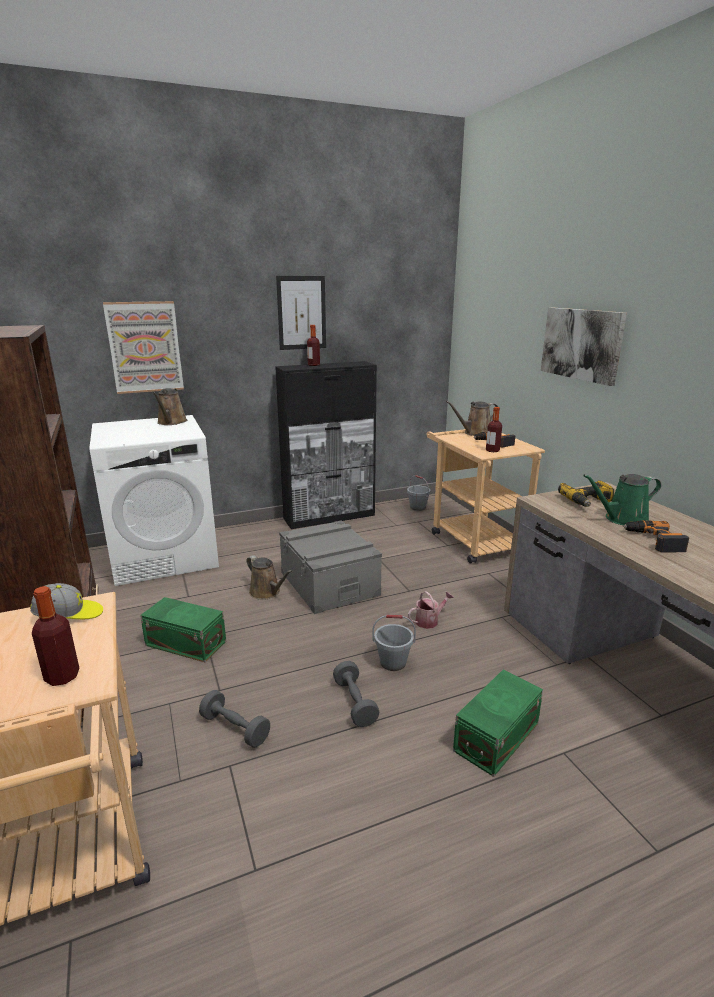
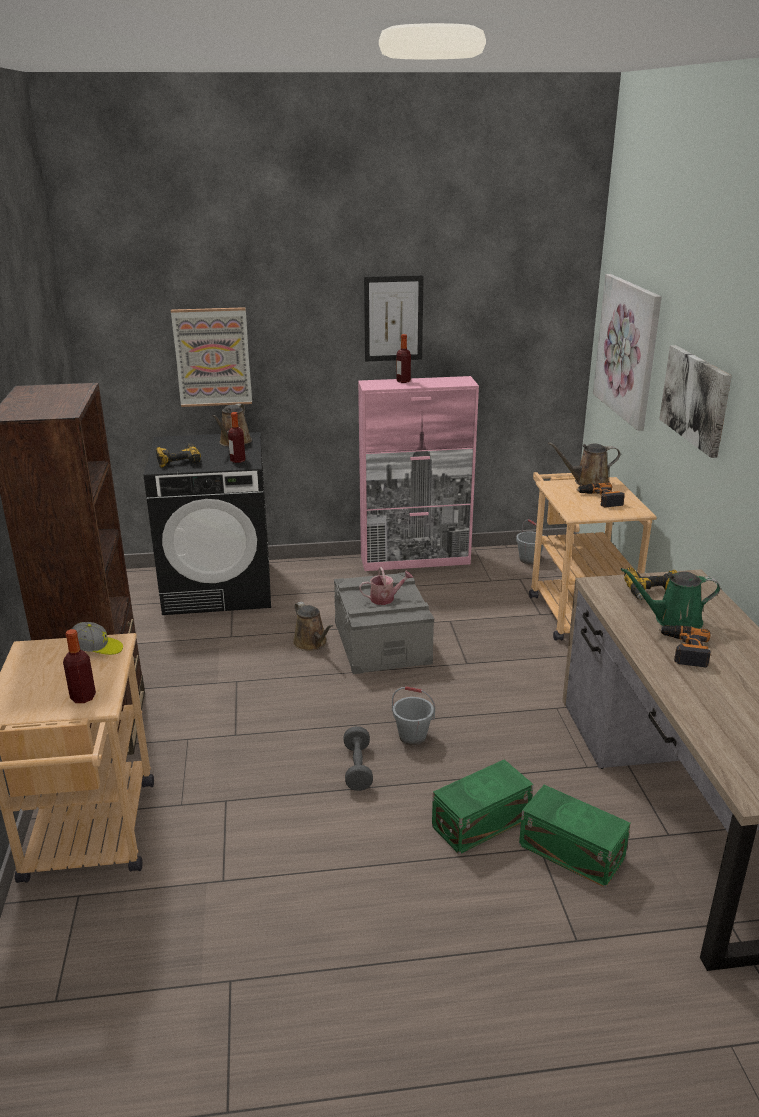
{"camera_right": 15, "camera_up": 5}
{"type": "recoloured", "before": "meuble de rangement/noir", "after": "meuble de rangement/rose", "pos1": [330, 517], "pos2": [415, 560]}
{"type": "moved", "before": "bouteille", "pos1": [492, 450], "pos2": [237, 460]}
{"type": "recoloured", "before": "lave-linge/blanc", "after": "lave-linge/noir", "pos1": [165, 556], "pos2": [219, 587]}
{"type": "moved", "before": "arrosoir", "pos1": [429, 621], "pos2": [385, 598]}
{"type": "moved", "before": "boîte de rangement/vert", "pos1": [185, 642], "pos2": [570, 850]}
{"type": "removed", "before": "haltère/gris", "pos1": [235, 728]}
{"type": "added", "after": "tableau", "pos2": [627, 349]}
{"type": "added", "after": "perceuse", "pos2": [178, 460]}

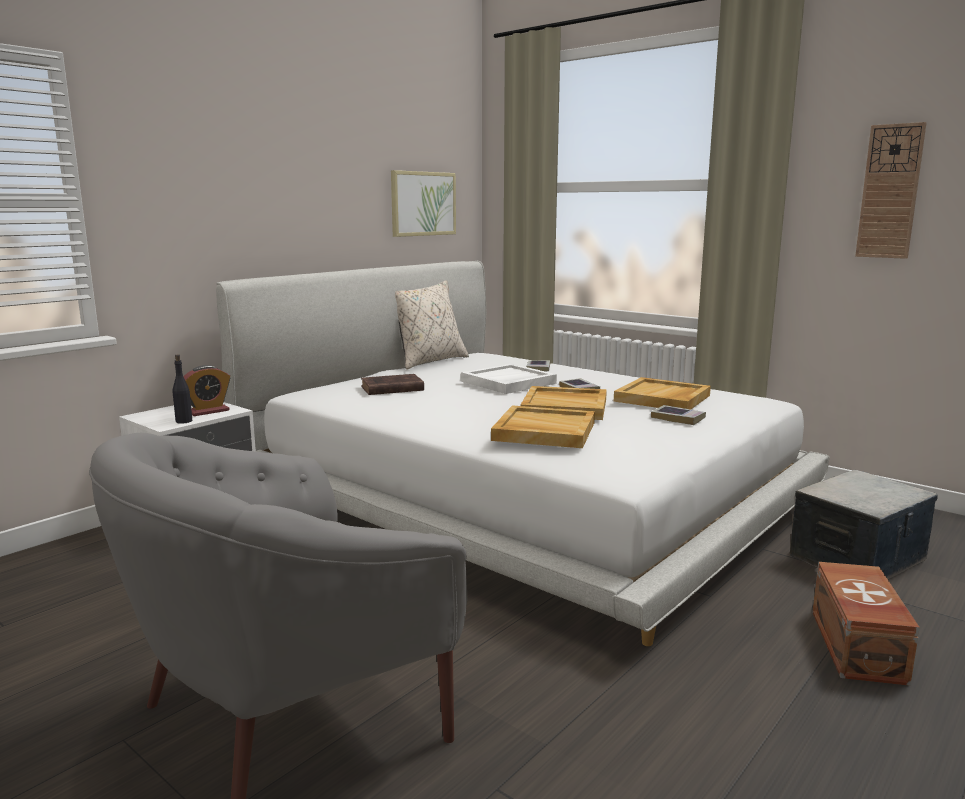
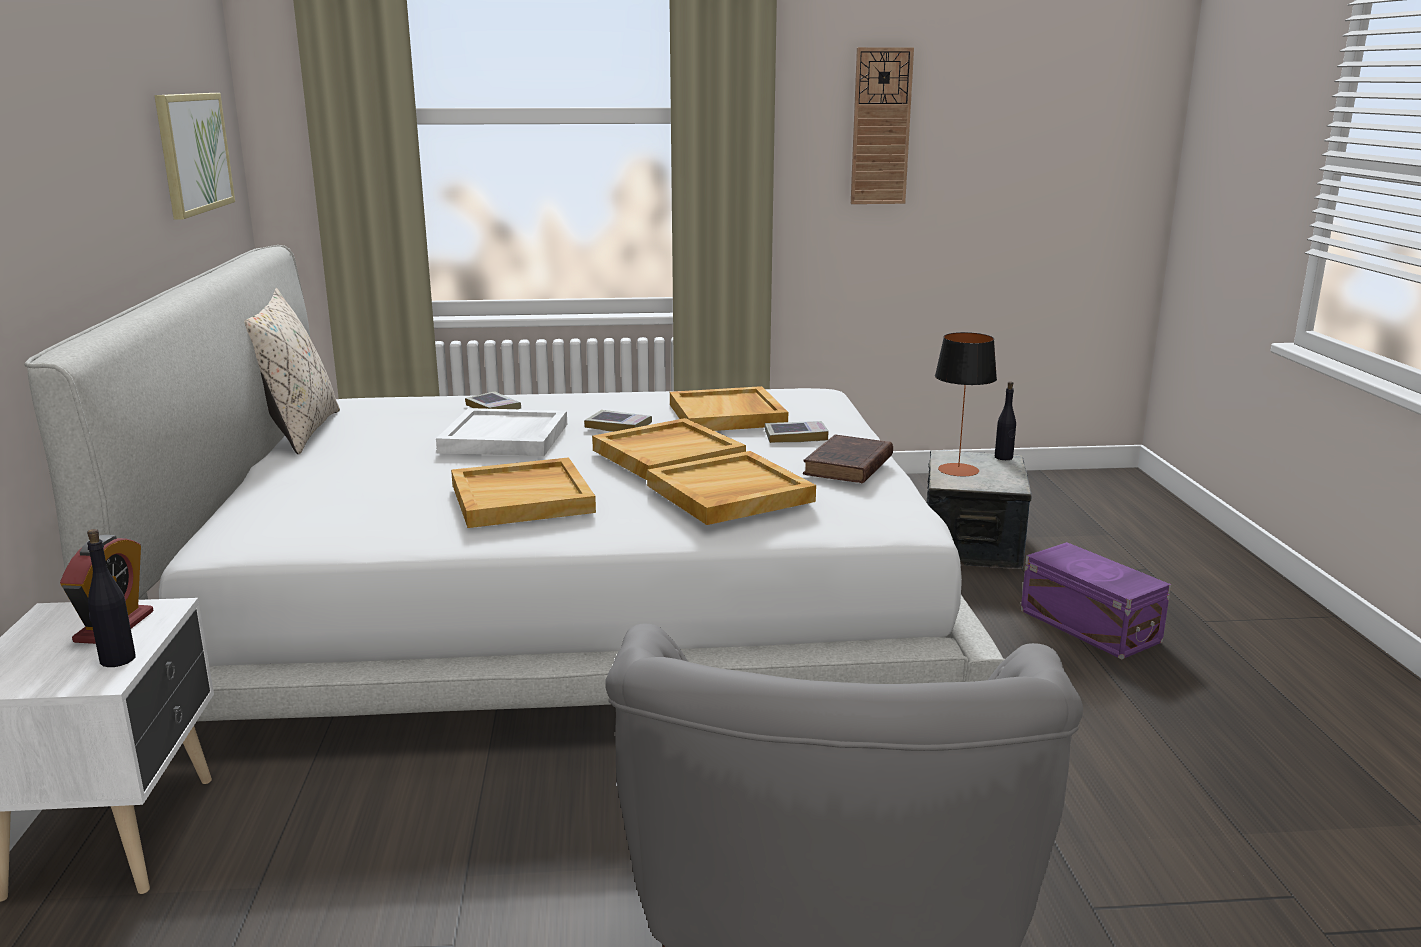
{"camera_right": -45, "camera_up": 5}
{"type": "moved", "before": "livre/marron", "pos1": [390, 389], "pos2": [847, 466]}
{"type": "recoloured", "before": "boîte de rangement/marron", "after": "boîte de rangement/violet", "pos1": [855, 646], "pos2": [1089, 627]}
{"type": "added", "after": "lampe de table", "pos2": [958, 470]}
{"type": "added", "after": "bouteille/noir", "pos2": [1003, 457]}
{"type": "added", "after": "plateau/beige", "pos2": [523, 498]}

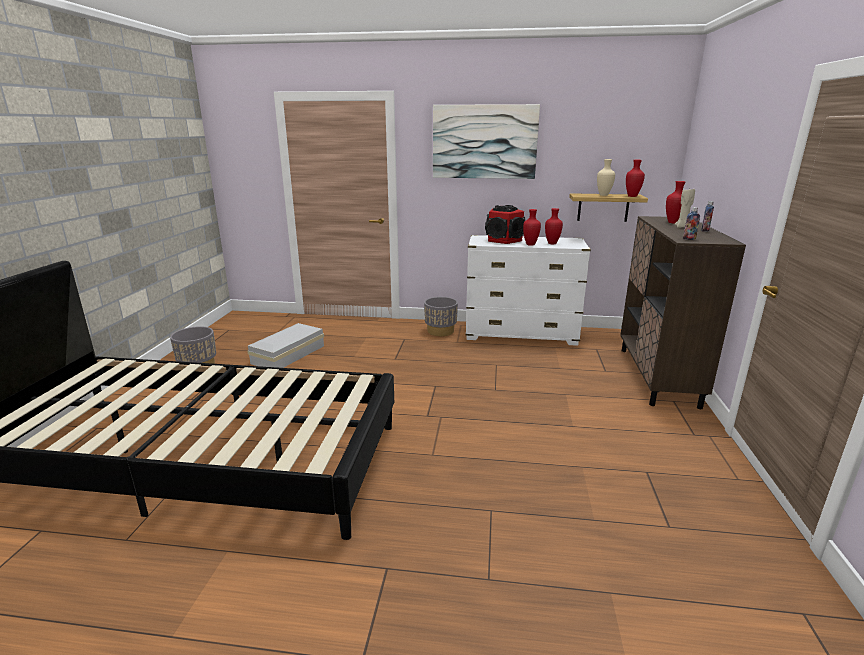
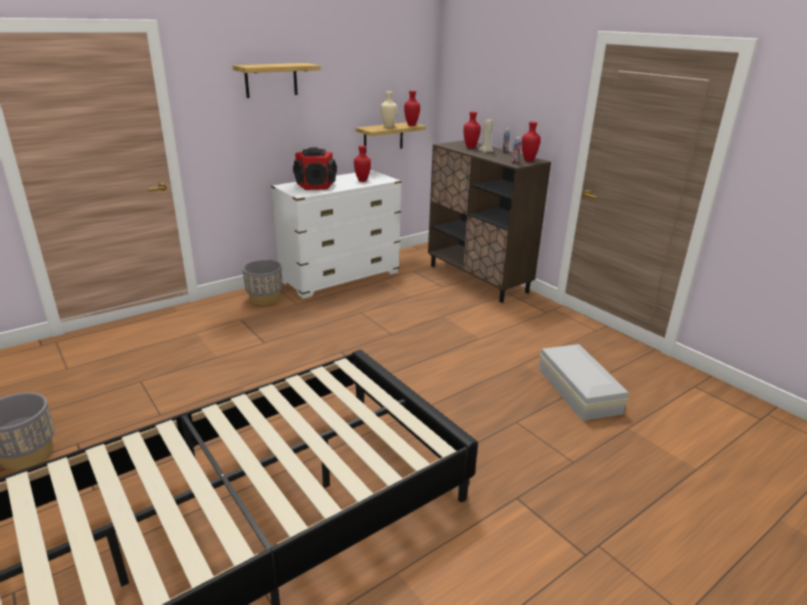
{"camera_right": -45, "camera_up": 5}
{"type": "replaced", "before": "tableau", "after": "étagère", "pos1": [484, 142], "pos2": [271, 80]}
{"type": "moved", "before": "vase/rouge", "pos1": [530, 245], "pos2": [529, 160]}
{"type": "moved", "before": "boîte de rangement/blanc", "pos1": [287, 355], "pos2": [578, 391]}

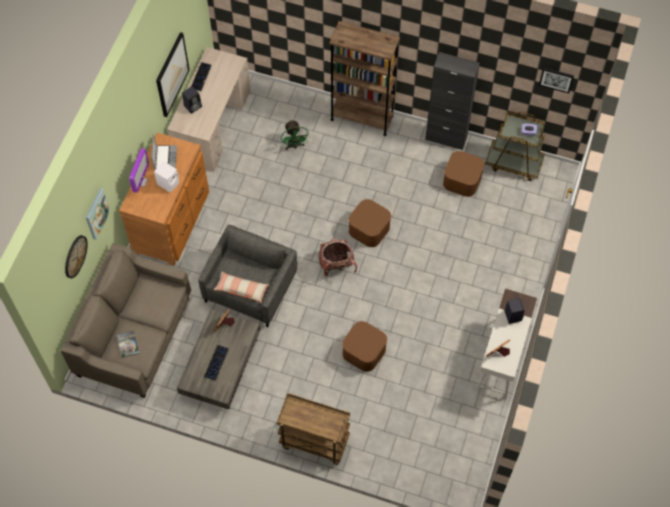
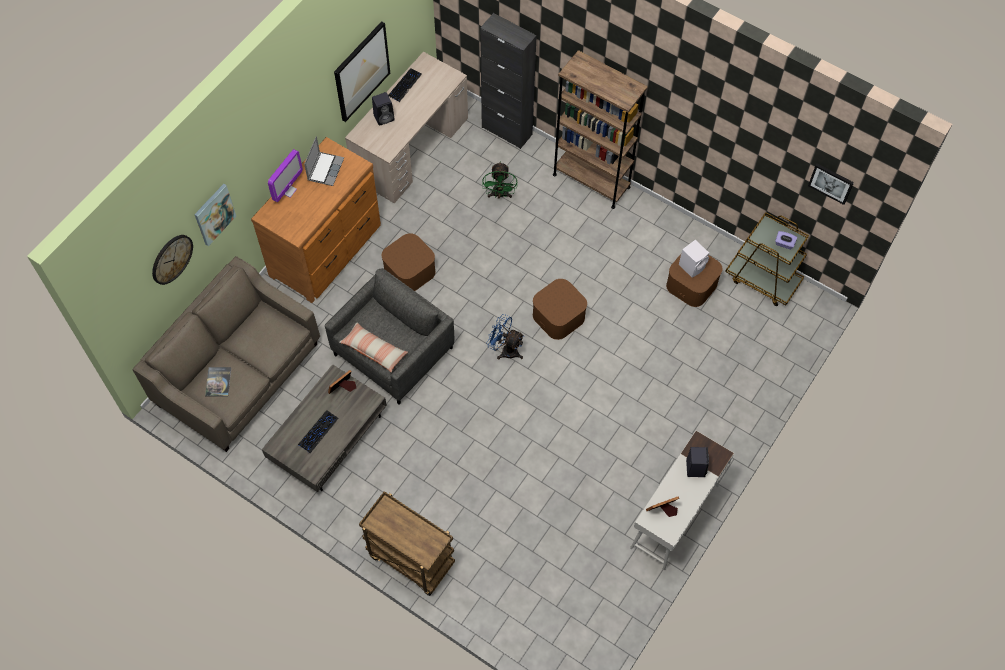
{"camera_right": 15, "camera_up": 0}
{"type": "moved", "before": "meuble de rangement/noir", "pos1": [446, 138], "pos2": [507, 131]}
{"type": "moved", "before": "enceinte/blanc", "pos1": [169, 183], "pos2": [692, 266]}
{"type": "replaced", "before": "sac à dos", "after": "ventilateur/bleu", "pos1": [336, 264], "pos2": [505, 350]}
{"type": "moved", "before": "boîte de rangement/marron", "pos1": [364, 351], "pos2": [410, 271]}

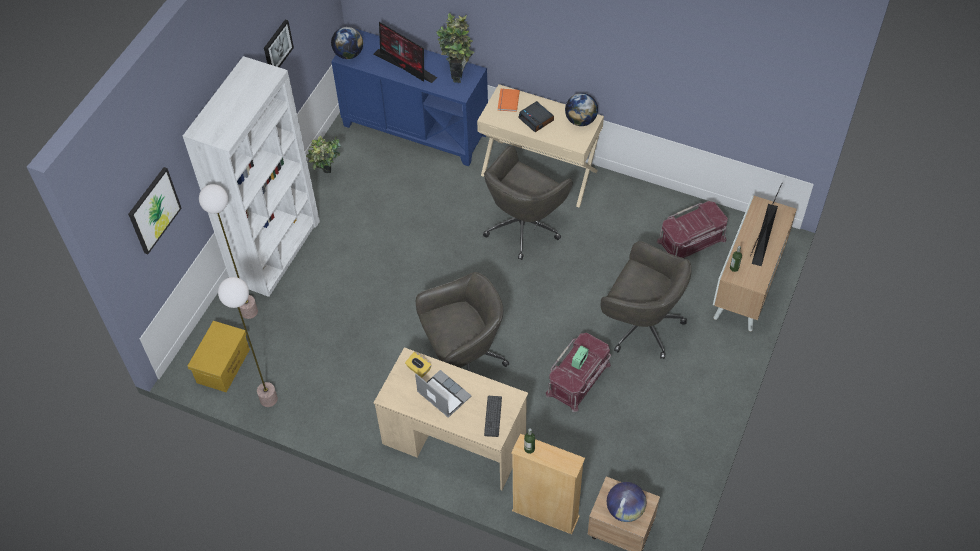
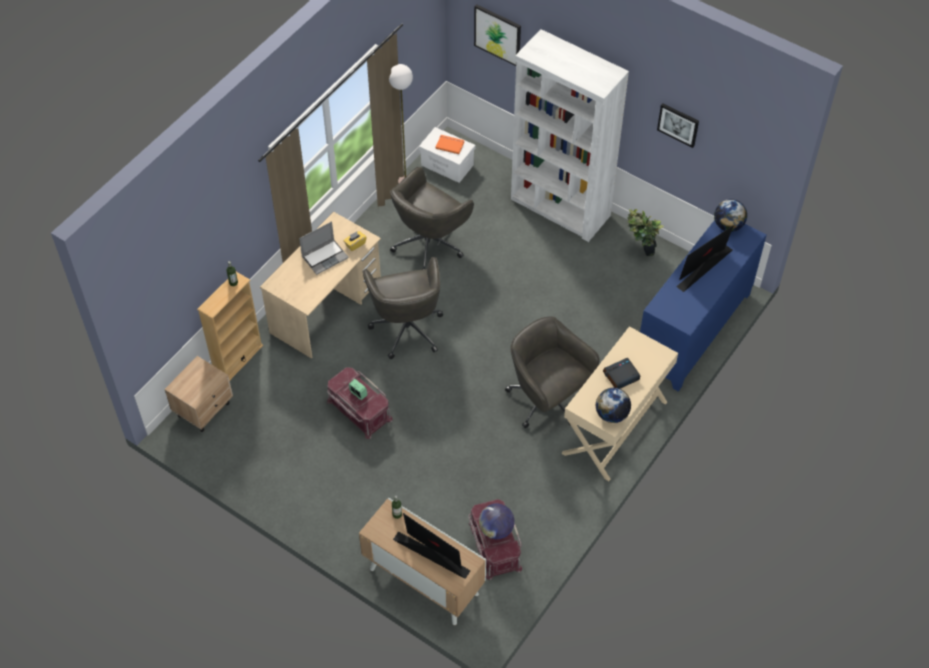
{"camera_right": 100, "camera_up": 0}
{"type": "removed", "before": "plante en pot", "pos1": [457, 72]}
{"type": "moved", "before": "livre/orange", "pos1": [507, 101], "pos2": [450, 144]}
{"type": "removed", "before": "lampadaire", "pos1": [249, 311]}
{"type": "moved", "before": "chaise de bureau/gris", "pos1": [641, 325], "pos2": [430, 243]}
{"type": "recoloured", "before": "boîte de rangement/jaune", "after": "boîte de rangement/blanc", "pos1": [223, 366], "pos2": [446, 165]}
{"type": "removed", "before": "clavier", "pos1": [493, 416]}
{"type": "moved", "before": "globe", "pos1": [625, 510], "pos2": [496, 529]}

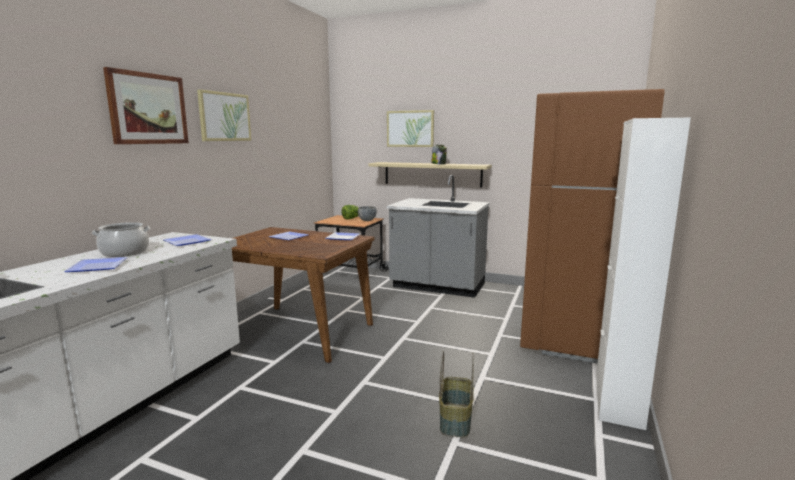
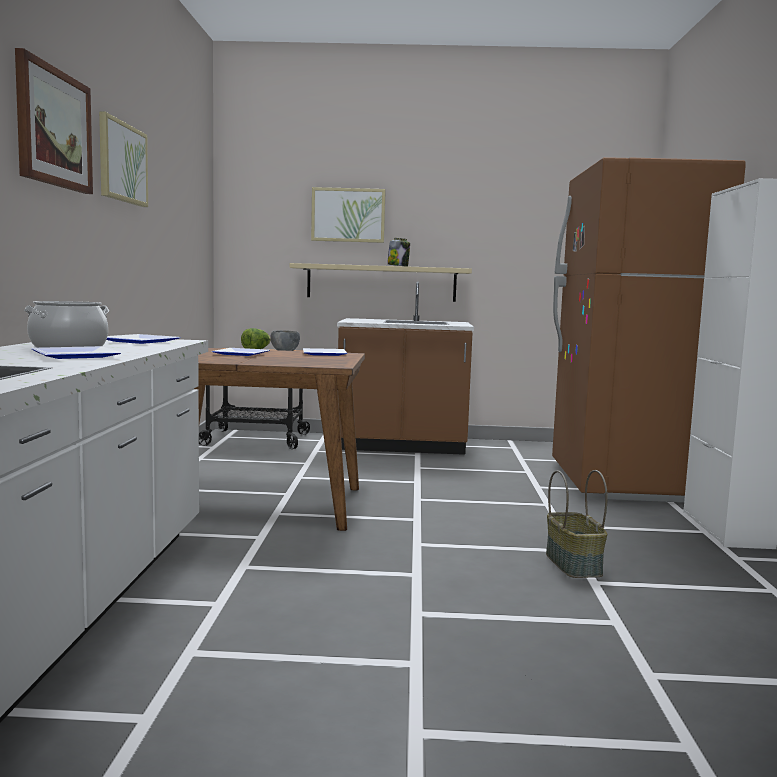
{"camera_right": -20, "camera_up": -5}
{"type": "recoloured", "before": "comptoir de cuisine/gris", "after": "comptoir de cuisine/marron", "pos1": [437, 286], "pos2": [402, 446]}

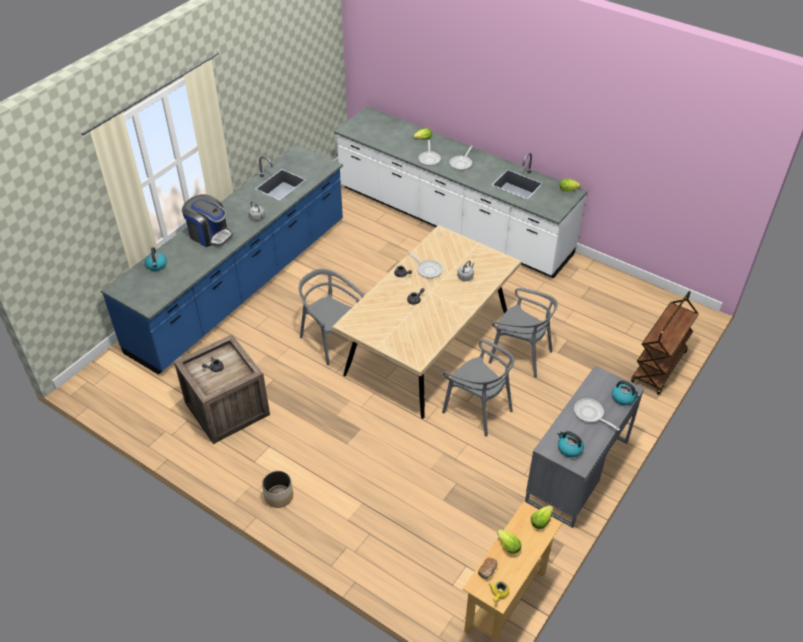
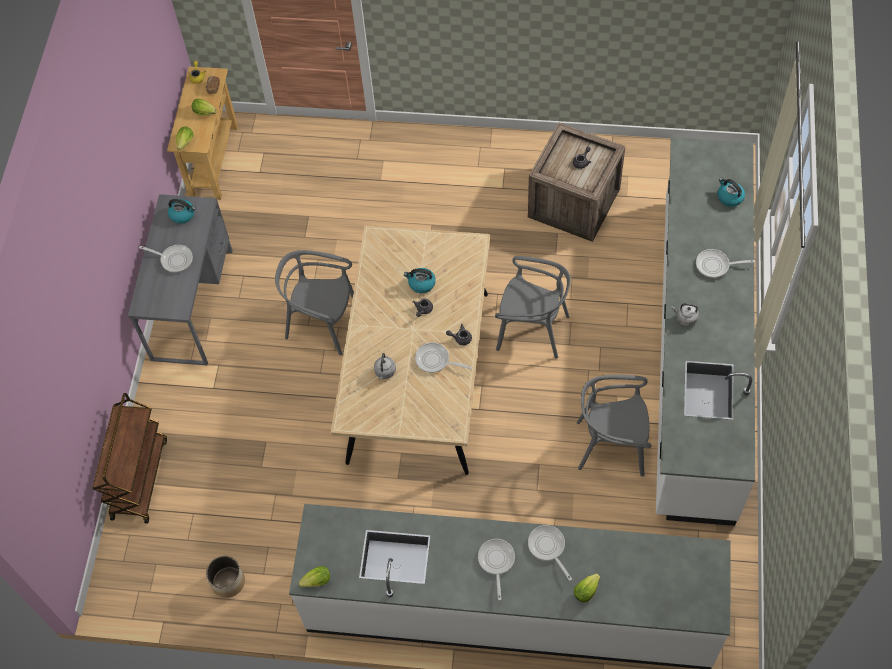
{"camera_right": 155, "camera_up": 15}
{"type": "recoloured", "before": "comptoir de cuisine/bleu", "after": "comptoir de cuisine/blanc", "pos1": [242, 285], "pos2": [695, 353]}
{"type": "replaced", "before": "machine à café", "after": "poêle", "pos1": [210, 234], "pos2": [715, 265]}
{"type": "moved", "before": "chaise/gris", "pos1": [520, 355], "pos2": [611, 445]}
{"type": "moved", "before": "bouilloire", "pos1": [623, 398], "pos2": [421, 284]}
{"type": "moved", "before": "cache-pot", "pos1": [279, 496], "pos2": [227, 582]}

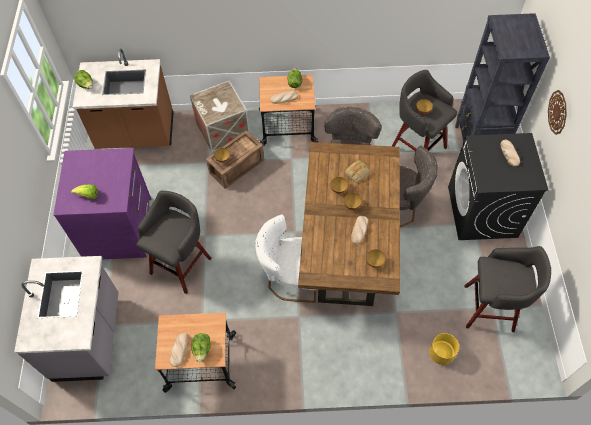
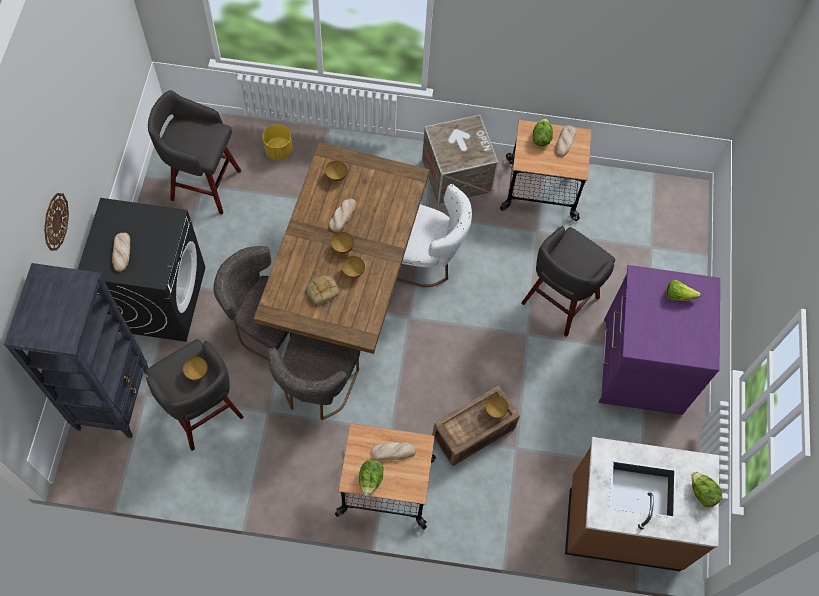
{"camera_right": -175, "camera_up": 5}
{"type": "moved", "before": "caisse", "pos1": [222, 129], "pos2": [456, 176]}
{"type": "removed", "before": "comptoir de cuisine/gris", "pos1": [89, 337]}

